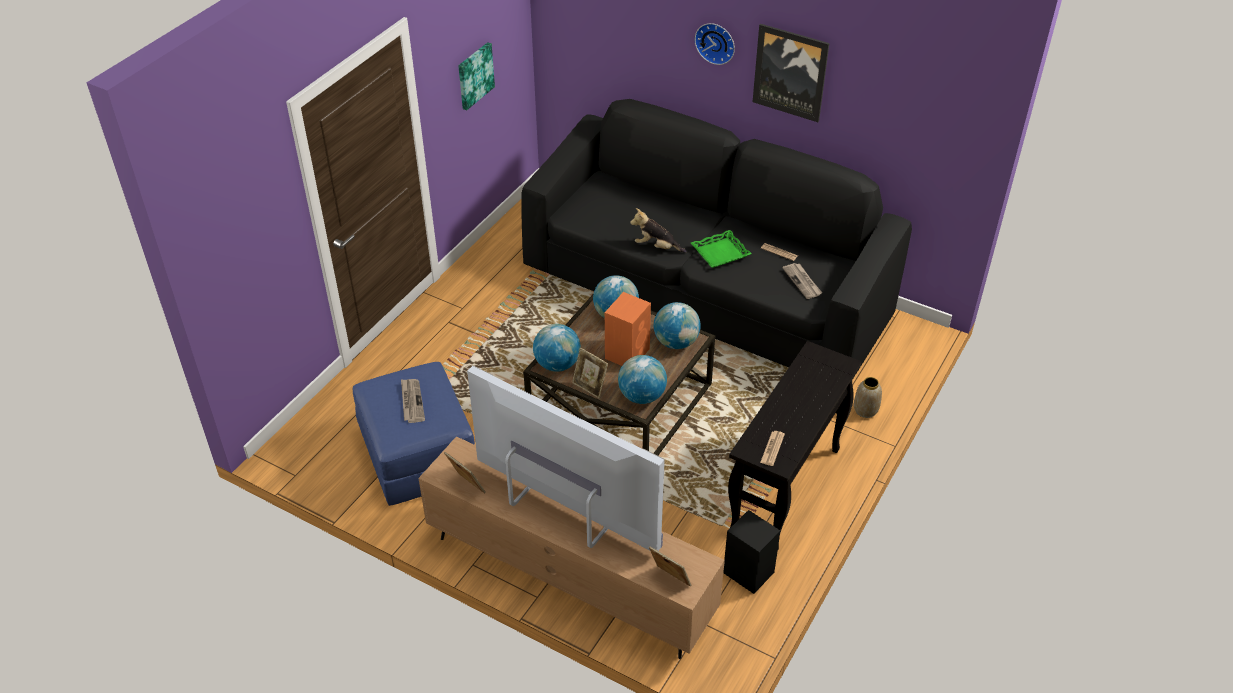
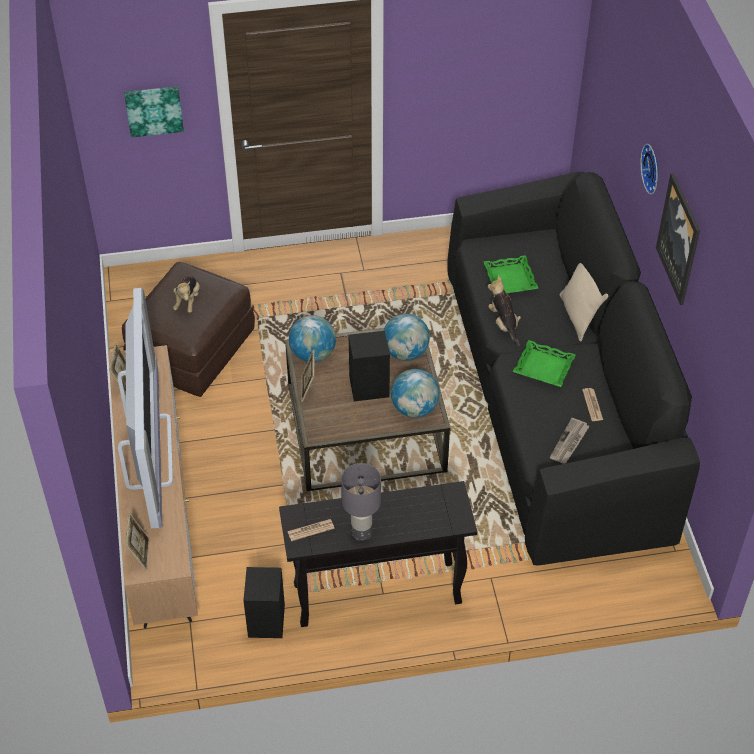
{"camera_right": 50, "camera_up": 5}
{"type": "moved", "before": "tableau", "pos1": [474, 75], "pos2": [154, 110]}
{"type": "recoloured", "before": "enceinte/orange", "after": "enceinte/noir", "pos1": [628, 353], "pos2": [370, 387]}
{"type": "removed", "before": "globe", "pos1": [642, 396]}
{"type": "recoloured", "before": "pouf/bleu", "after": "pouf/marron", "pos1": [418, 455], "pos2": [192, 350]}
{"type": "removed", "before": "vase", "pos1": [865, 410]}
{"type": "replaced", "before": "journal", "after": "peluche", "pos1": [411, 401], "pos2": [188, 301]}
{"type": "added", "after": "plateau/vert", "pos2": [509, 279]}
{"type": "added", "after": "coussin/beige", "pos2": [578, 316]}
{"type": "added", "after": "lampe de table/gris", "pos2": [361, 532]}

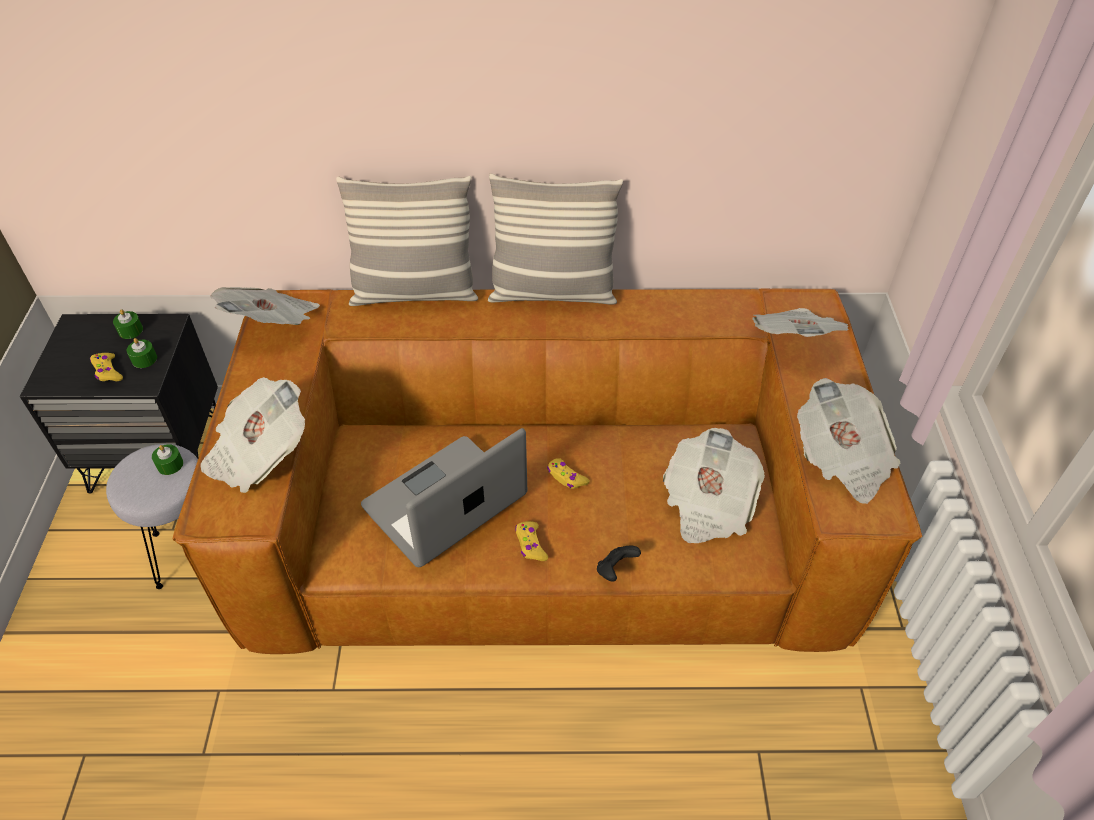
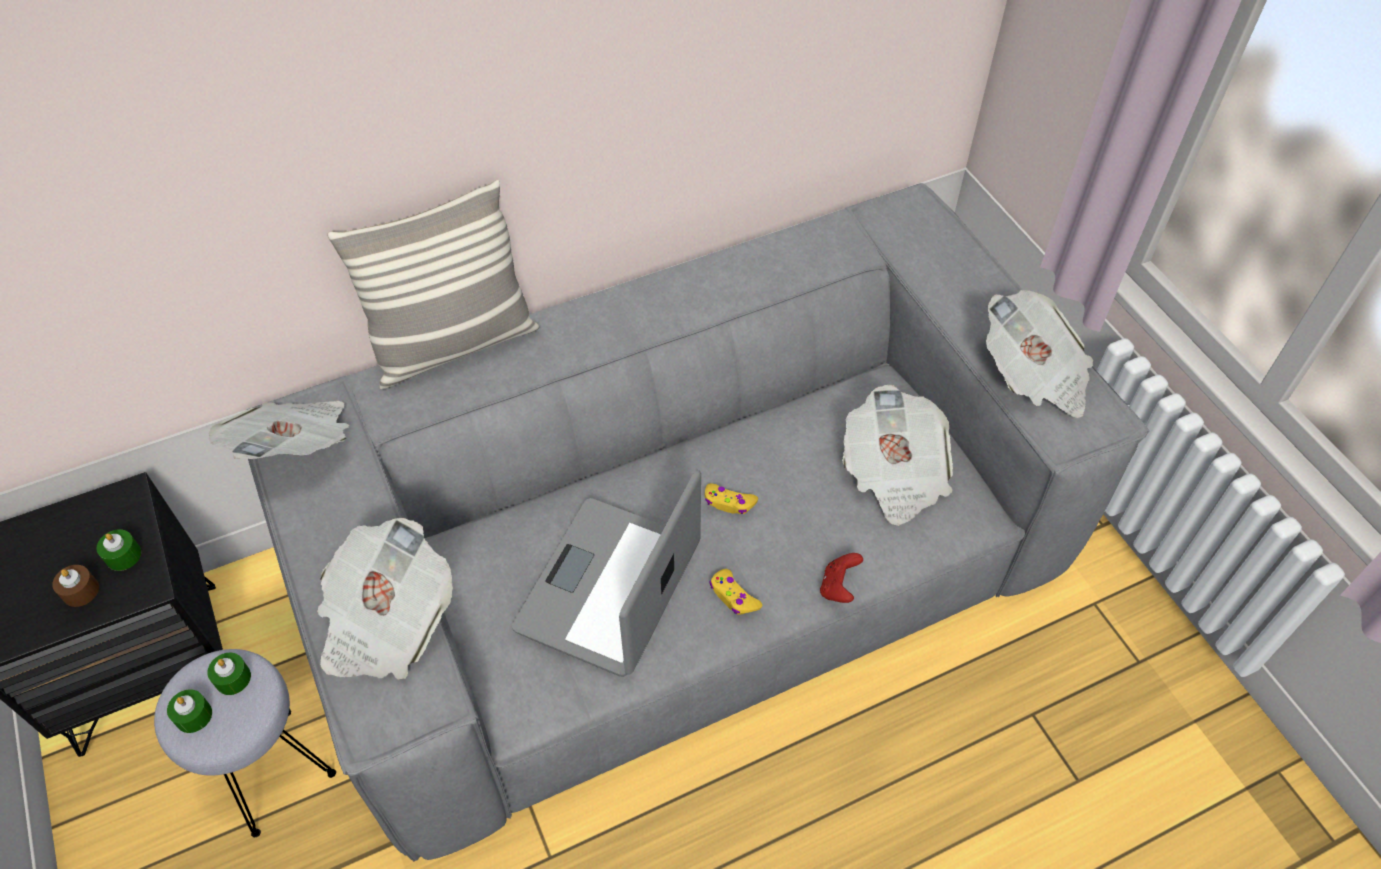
{"camera_right": -25, "camera_up": 5}
{"type": "removed", "before": "coussin", "pos1": [552, 293]}
{"type": "recoloured", "before": "canapé/marron", "after": "canapé/gris", "pos1": [547, 526], "pos2": [691, 563]}
{"type": "removed", "before": "journal", "pos1": [793, 341]}
{"type": "moved", "before": "bougie/vert", "pos1": [130, 330], "pos2": [193, 715]}
{"type": "replaced", "before": "manette/jaune", "after": "bougie/marron", "pos1": [107, 371], "pos2": [80, 591]}
{"type": "recoloured", "before": "manette/noir", "after": "manette/rouge", "pos1": [615, 570], "pos2": [838, 587]}

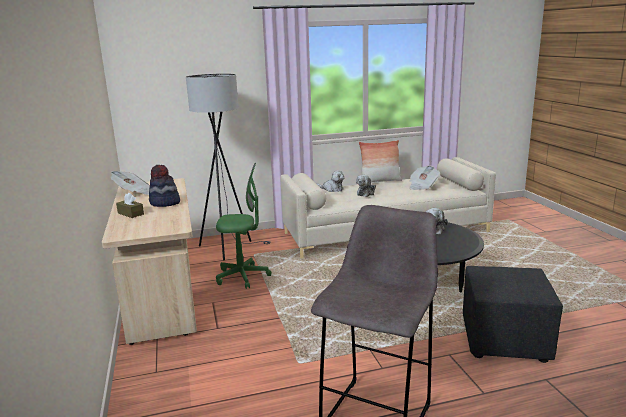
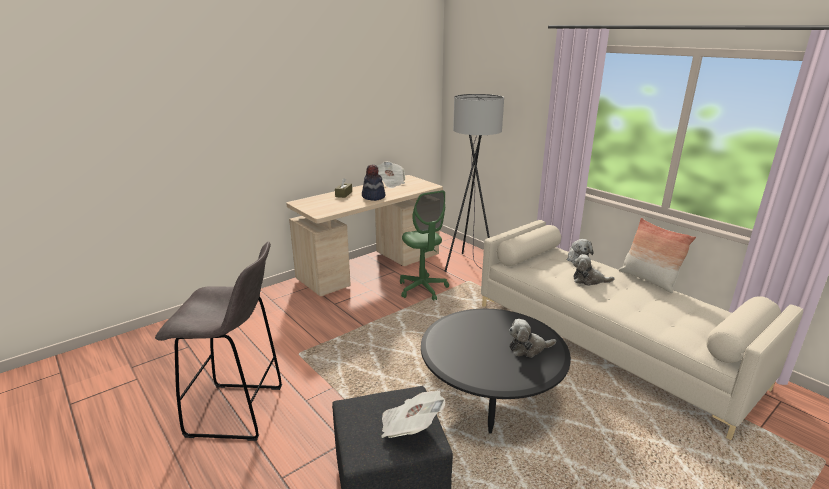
{"camera_right": 65, "camera_up": 5}
{"type": "moved", "before": "journal", "pos1": [422, 186], "pos2": [410, 427]}

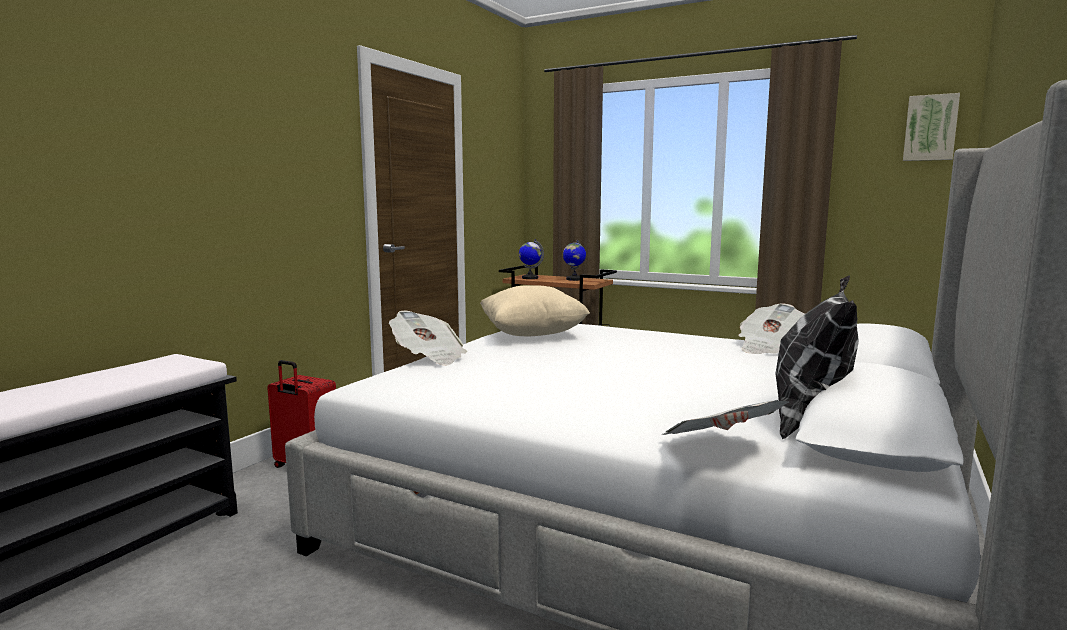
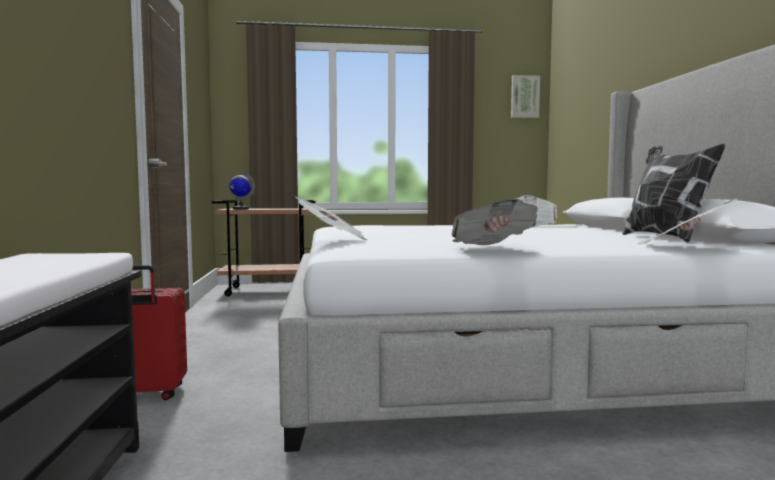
{"camera_right": -35, "camera_up": -5}
{"type": "removed", "before": "globe", "pos1": [574, 279]}
{"type": "removed", "before": "coussin/beige", "pos1": [532, 335]}
{"type": "added", "after": "journal", "pos2": [492, 249]}

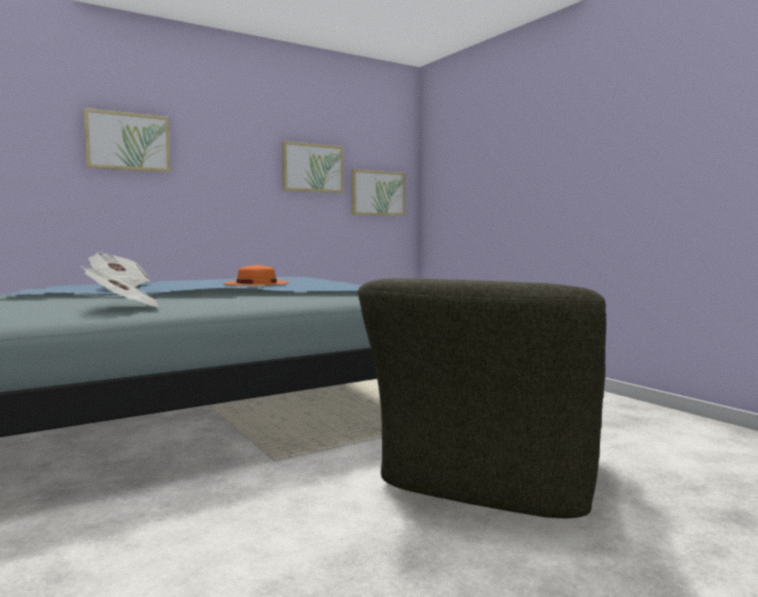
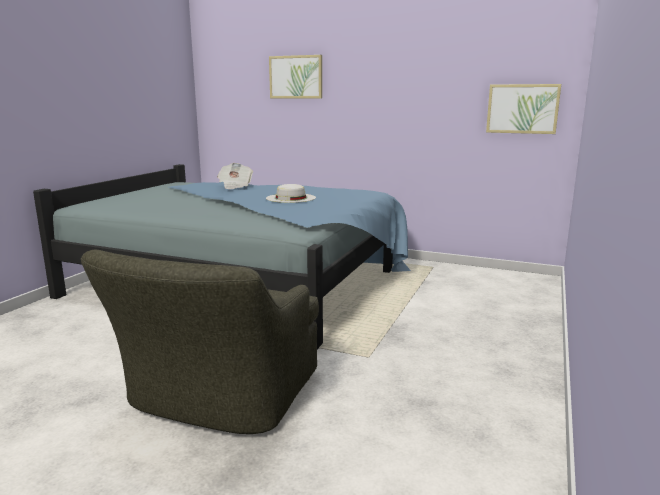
{"camera_right": 55, "camera_up": 10}
{"type": "removed", "before": "tableau", "pos1": [312, 168]}
{"type": "recoloured", "before": "chapeau/orange", "after": "chapeau/blanc", "pos1": [256, 283], "pos2": [290, 198]}
{"type": "removed", "before": "journal", "pos1": [124, 308]}
{"type": "turned", "before": "fauteuil/vert", "pos1": [488, 484], "pos2": [217, 398], "turn": -60}

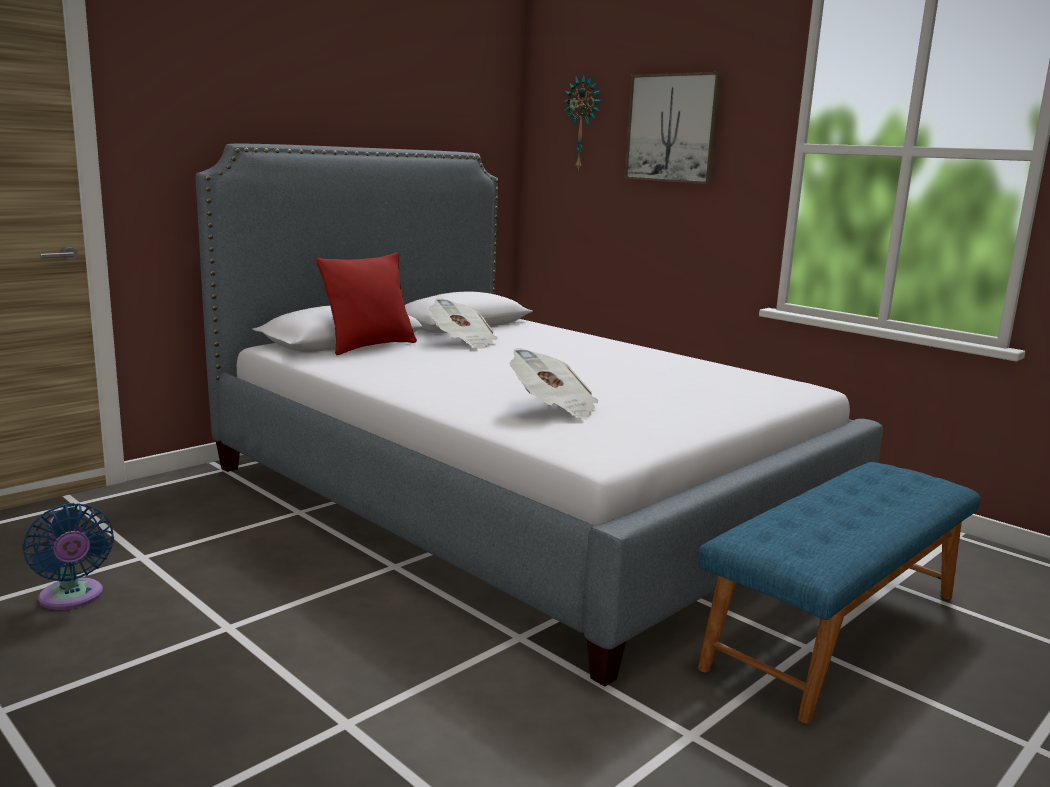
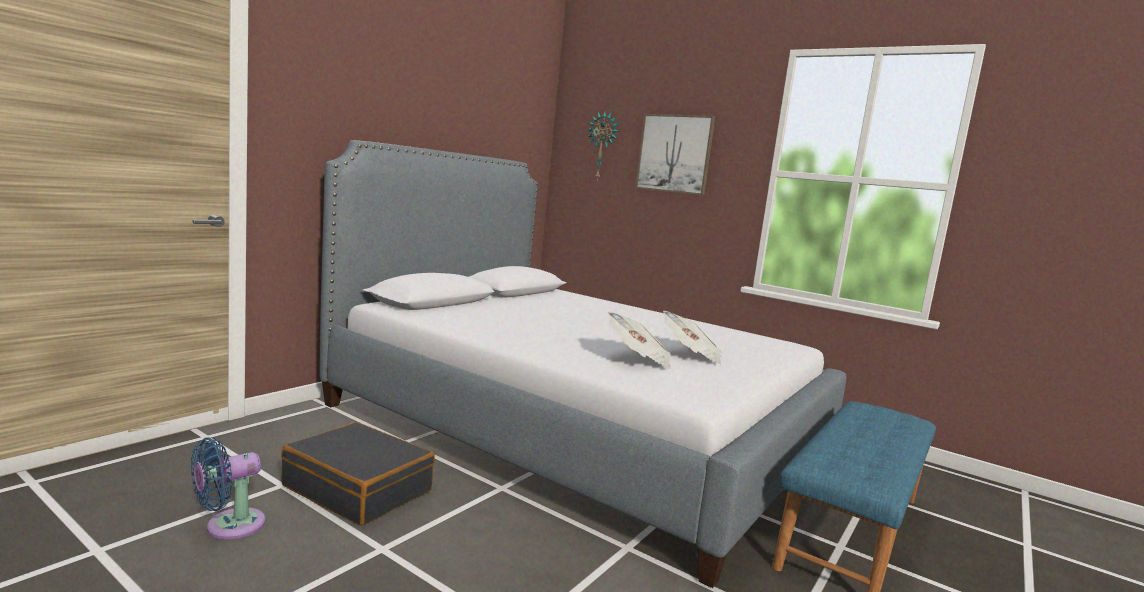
{"camera_right": -10, "camera_up": -5}
{"type": "removed", "before": "coussin/rouge", "pos1": [369, 346]}
{"type": "moved", "before": "journal", "pos1": [463, 342], "pos2": [691, 355]}
{"type": "turned", "before": "ventilateur/bleu", "pos1": [72, 598], "pos2": [229, 526], "turn": 90}
{"type": "added", "after": "valise/noir", "pos2": [358, 488]}

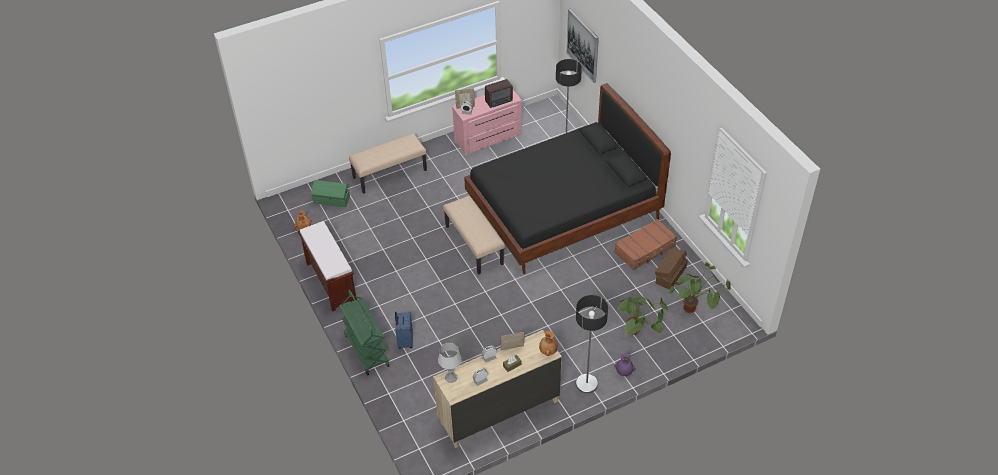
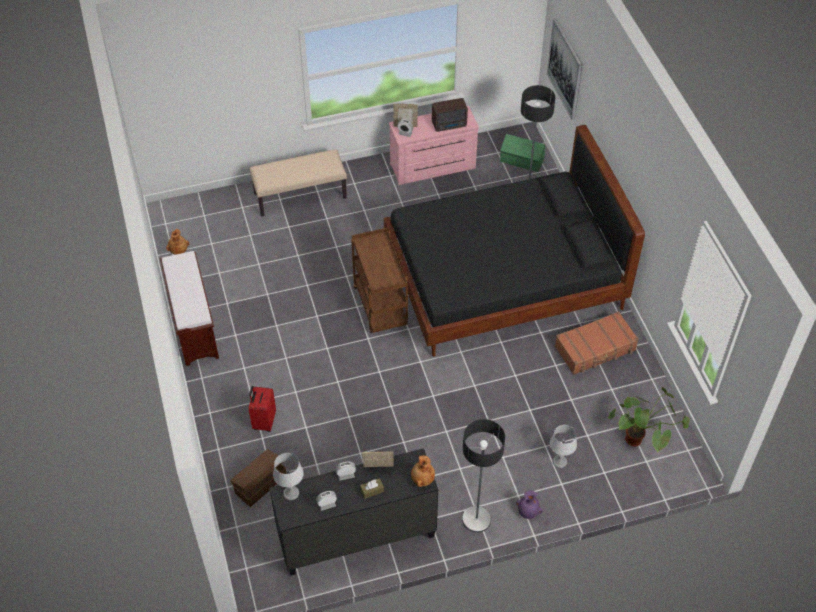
{"camera_right": 10, "camera_up": 5}
{"type": "moved", "before": "boîte de rangement/vert", "pos1": [332, 200], "pos2": [522, 161]}
{"type": "replaced", "before": "banc/beige", "after": "chariot/marron", "pos1": [474, 245], "pos2": [381, 307]}
{"type": "moved", "before": "boîte de rangement/marron", "pos1": [670, 275], "pos2": [259, 484]}
{"type": "removed", "before": "chariot/vert", "pos1": [366, 350]}
{"type": "replaced", "before": "plante en pot", "after": "lampe de table/gris", "pos1": [638, 333], "pos2": [559, 462]}
{"type": "recoloured", "before": "valise/bleu", "after": "valise/rouge", "pos1": [404, 341], "pos2": [264, 421]}
{"type": "recoloured", "before": "commode/beige", "after": "commode/noir", "pos1": [498, 411], "pos2": [356, 536]}

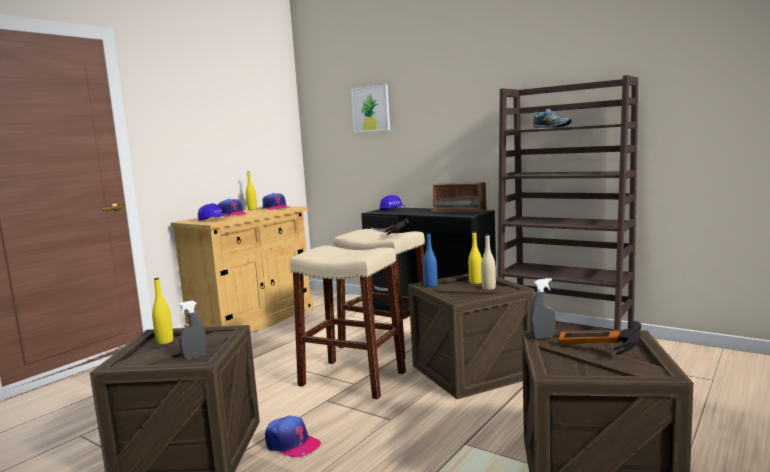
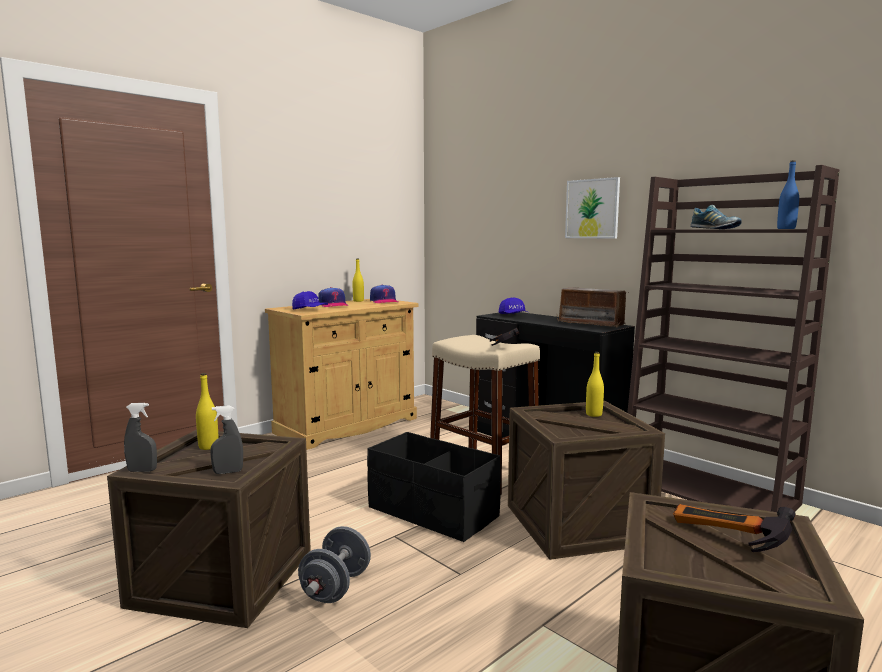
{"camera_right": 10, "camera_up": 0}
{"type": "moved", "before": "tableau", "pos1": [371, 109], "pos2": [592, 209]}
{"type": "moved", "before": "bouteille/bleu", "pos1": [430, 285], "pos2": [786, 228]}
{"type": "removed", "before": "bouteille/beige", "pos1": [488, 288]}
{"type": "replaced", "before": "tabouret/beige", "after": "boîte de rangement/noir", "pos1": [352, 379], "pos2": [432, 512]}
{"type": "moved", "before": "vaporisateur/gris", "pos1": [542, 337], "pos2": [142, 470]}
{"type": "replaced", "before": "casquette", "after": "haltère/gris", "pos1": [292, 444], "pos2": [336, 587]}

